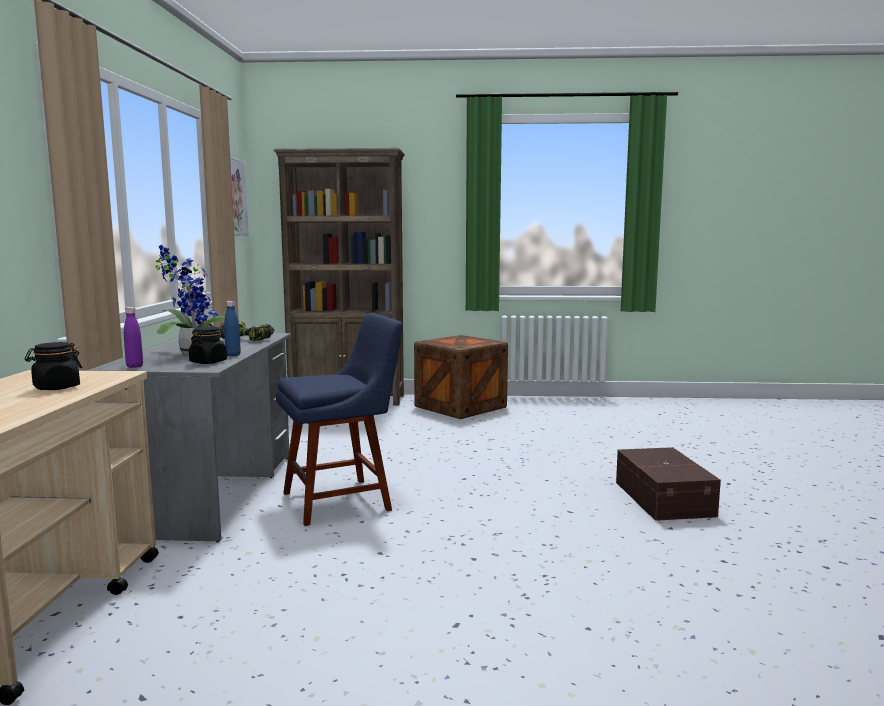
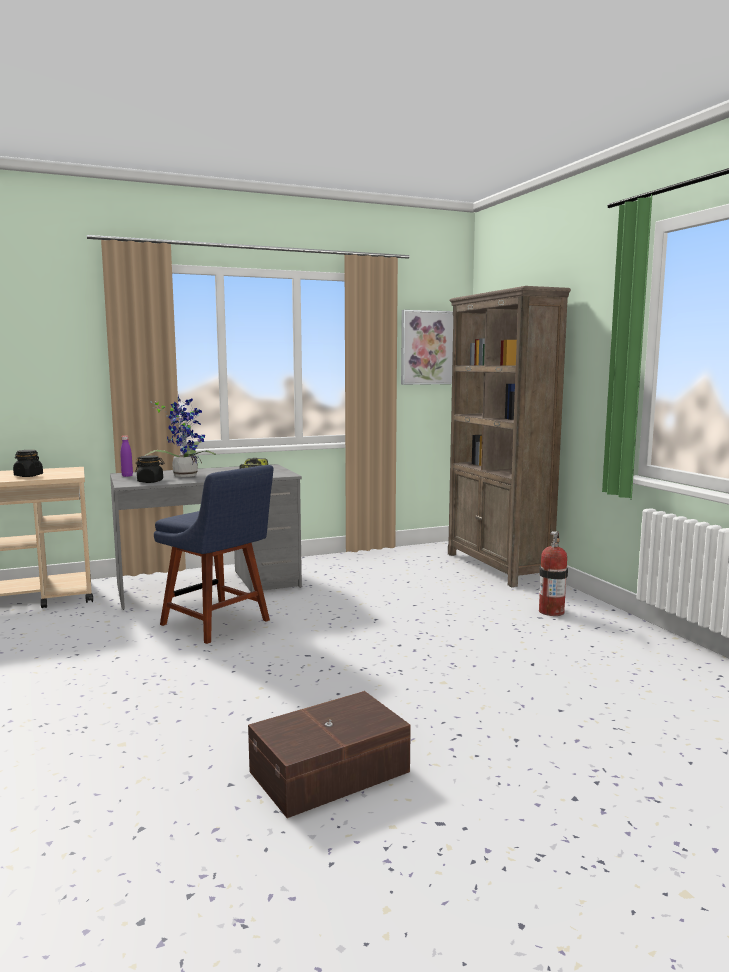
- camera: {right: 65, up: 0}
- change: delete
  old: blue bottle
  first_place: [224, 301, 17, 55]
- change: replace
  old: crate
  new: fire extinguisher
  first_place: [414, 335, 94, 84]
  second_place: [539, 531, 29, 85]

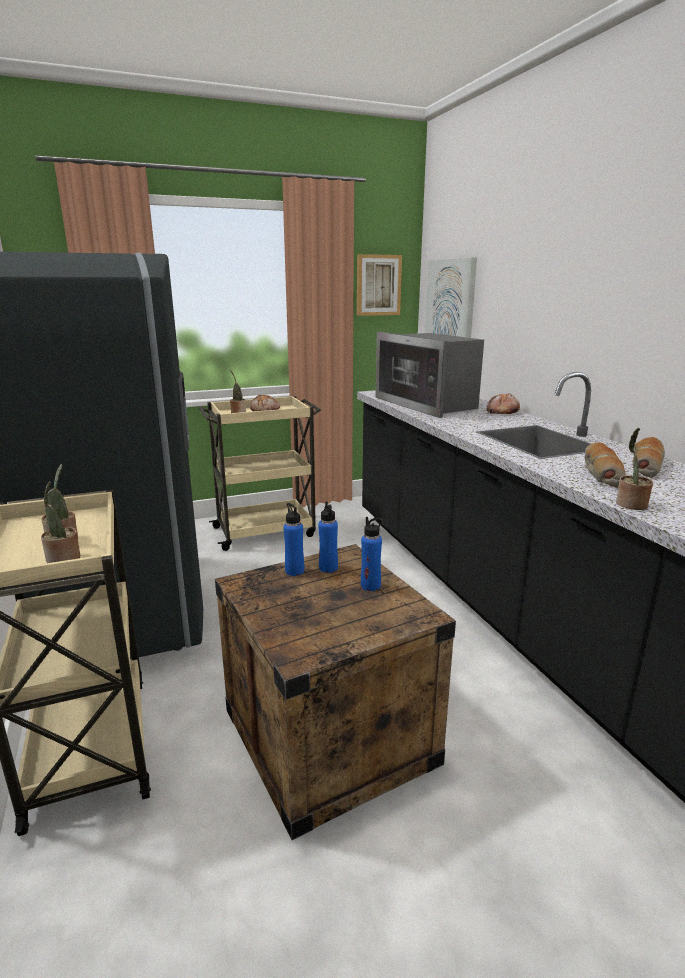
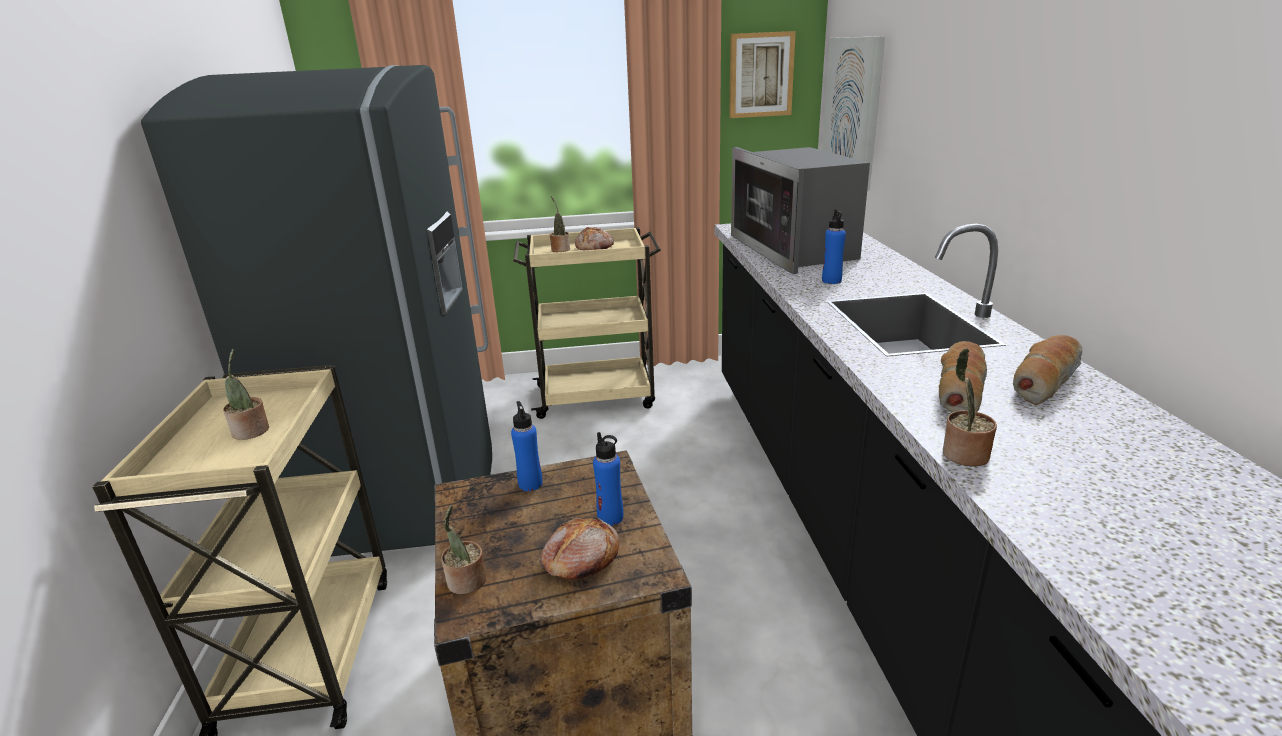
- camera: {right: 15, up: 5}
- change: move
  old: potted plant
  first_place: [41, 481, 39, 82]
  second_place: [441, 505, 45, 89]
- change: move
  old: blue bottle
  first_place: [318, 501, 20, 72]
  second_place: [822, 209, 24, 75]
- change: move
  old: bread
  first_place: [487, 393, 33, 21]
  second_place: [540, 518, 79, 61]

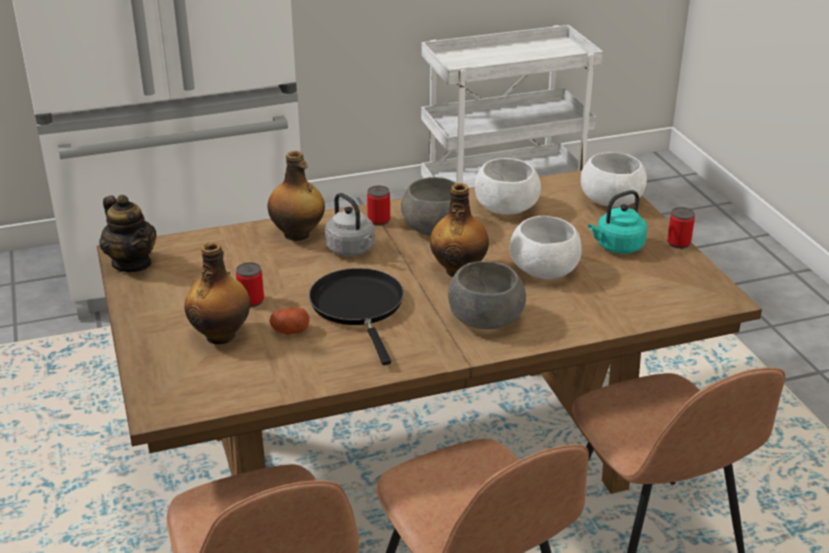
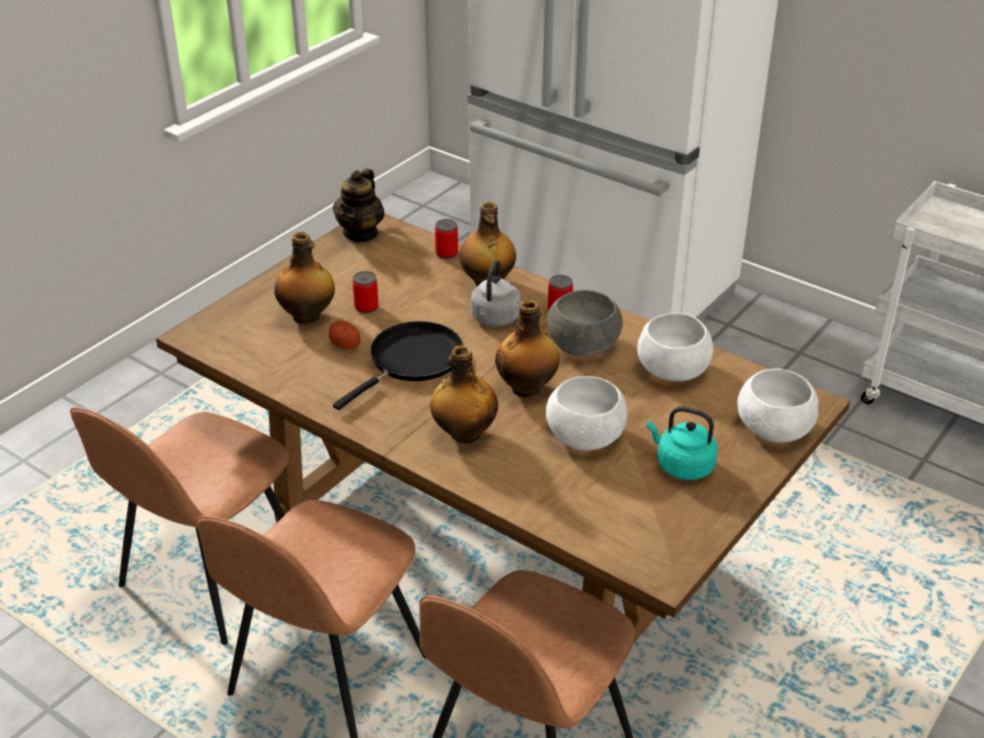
- camera: {right: 55, up: 5}
- change: move
  old: can
  first_place: [667, 207, 28, 42]
  second_place: [435, 219, 23, 40]
- change: replace
  old: grey bowl
  new: bottle
  first_place: [448, 261, 78, 68]
  second_place: [430, 345, 68, 98]

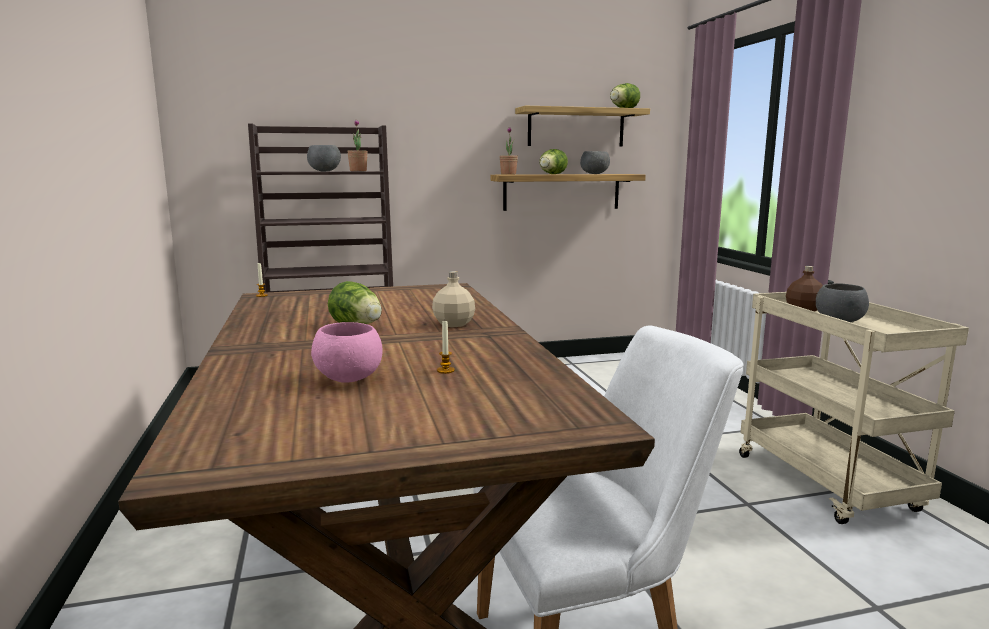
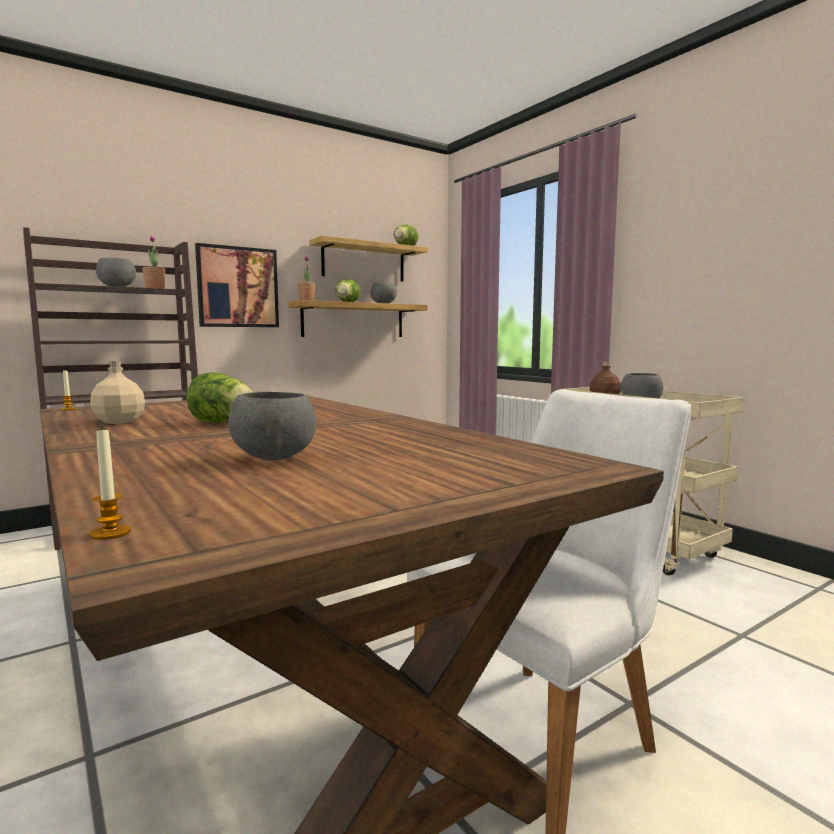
- camera: {right: -20, up: -5}
- change: insert
  new: picture
  second_place: [195, 243, 84, 84]
- change: move
  old: beige bottle
  first_place: [432, 271, 43, 56]
  second_place: [90, 361, 55, 63]
- change: move
  old: candle
  first_place: [437, 321, 18, 53]
  second_place: [90, 427, 41, 113]
- change: recolor
  old: pink bowl
  new: grey bowl
  first_place: [311, 322, 72, 61]
  second_place: [228, 392, 88, 68]

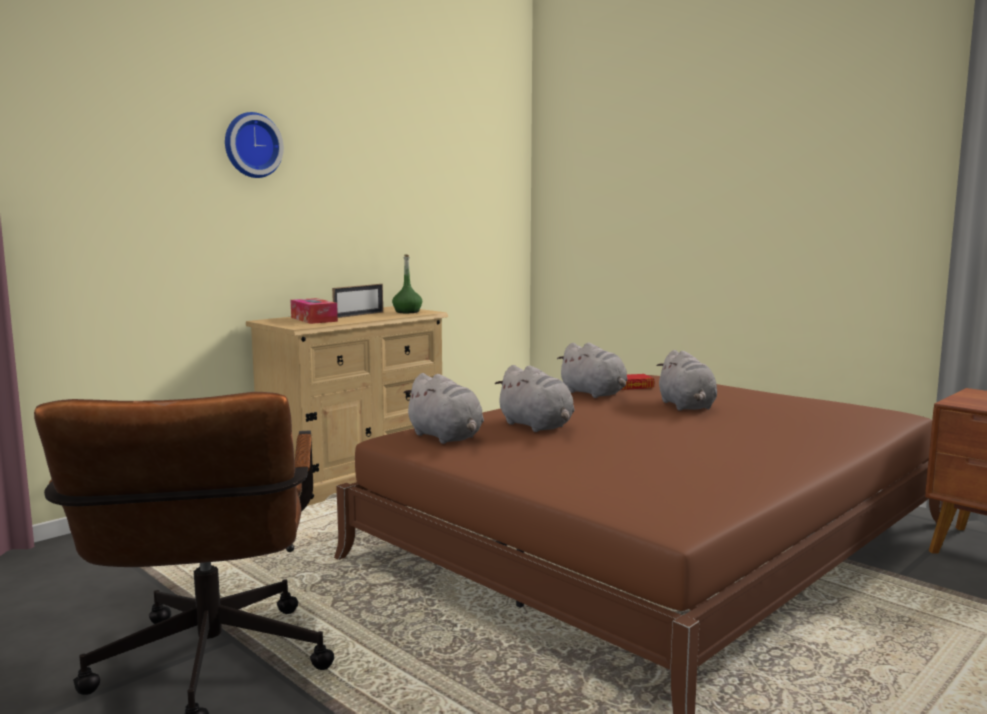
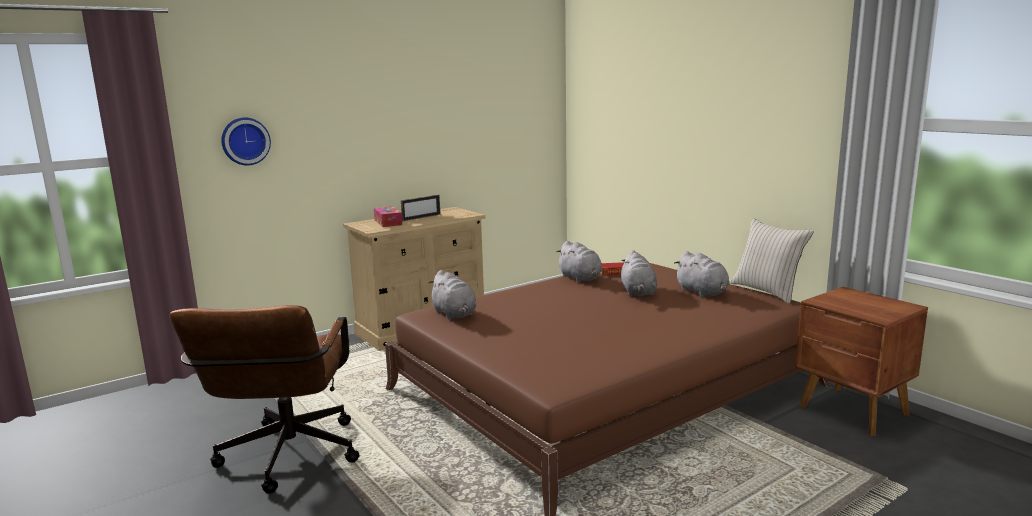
- camera: {right: 10, up: 5}
- change: delete
  old: green bottle
  first_place: [392, 254, 30, 59]
- change: insert
  new: beige pillow
  second_place: [730, 218, 84, 86]
- change: move
  old: wall clock
  first_place: [225, 112, 59, 66]
  second_place: [221, 118, 50, 47]
- change: move
  old: grey plush toy
  first_place: [495, 365, 80, 67]
  second_place: [674, 251, 55, 46]

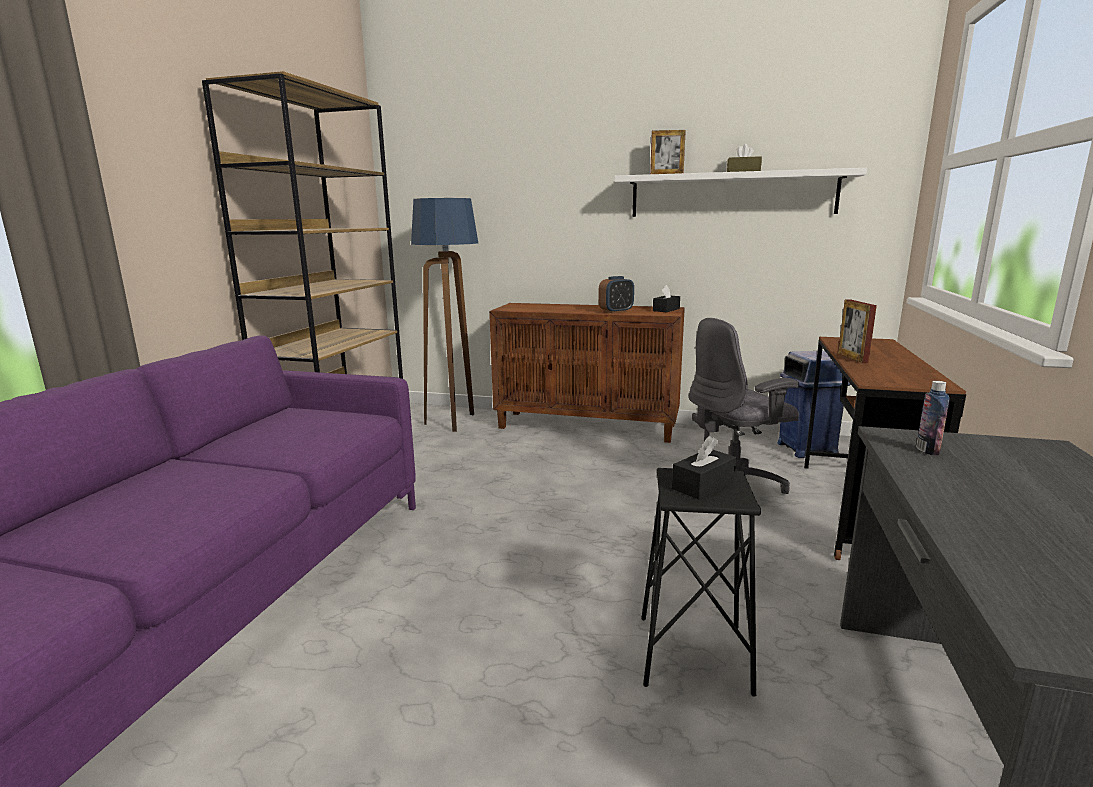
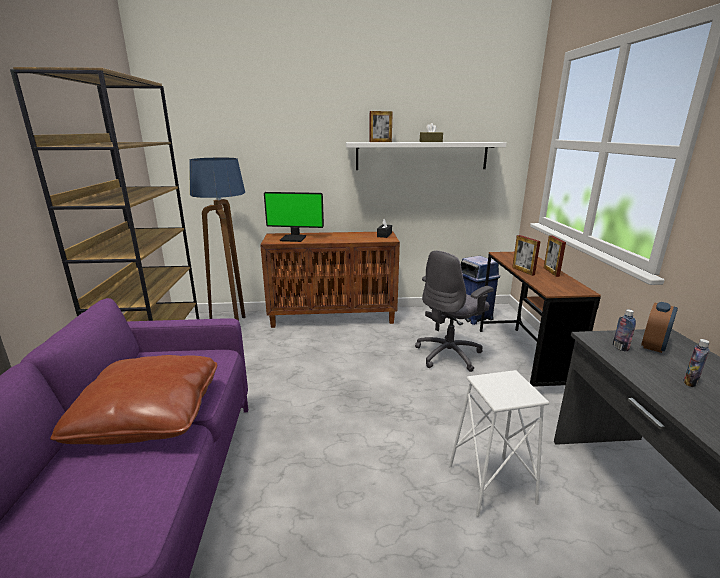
- camera: {right: -20, up: 5}
- change: delete
  old: black tissue box
  first_place: [672, 436, 64, 63]
- change: insert
  new: brown pillow
  second_place: [50, 355, 167, 90]
- change: insert
  new: monitor
  second_place: [264, 192, 60, 50]
- change: insert
  new: picture frame
  second_place: [544, 235, 22, 42]
- change: insert
  new: bottle
  second_place: [683, 339, 27, 48]
- change: move
  old: alarm clock
  first_place: [598, 276, 36, 37]
  second_place: [641, 302, 37, 51]
- change: recolor
  old: black stool
  new: white stool
  first_place: [641, 468, 120, 228]
  second_place: [449, 370, 100, 147]

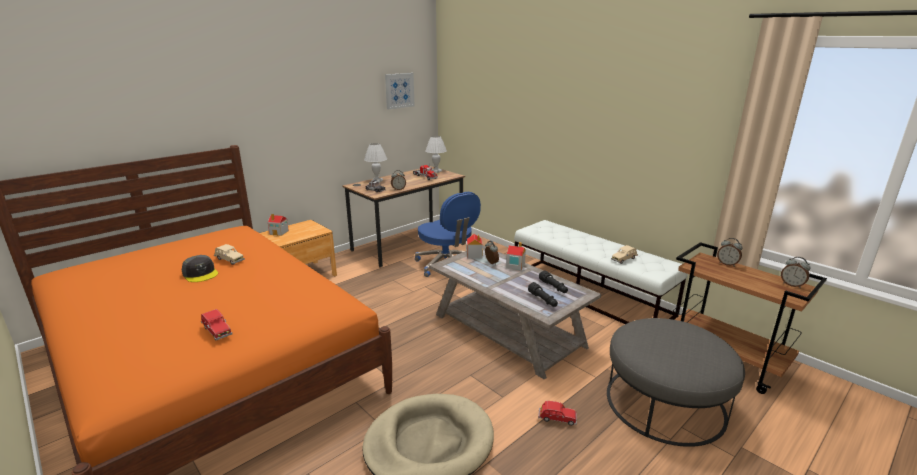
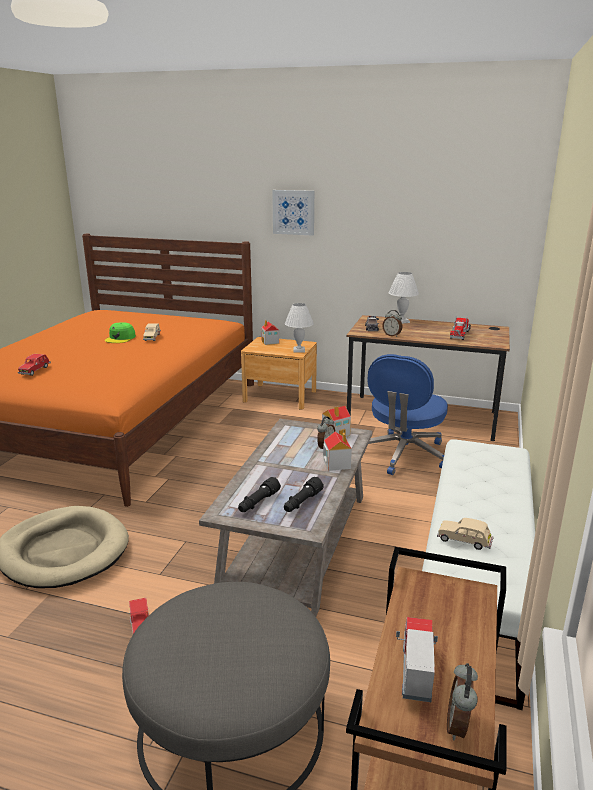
- camera: {right: 60, up: 0}
- change: delete
  old: alarm clock
  first_place: [717, 238, 26, 29]
- change: insert
  new: toy truck
  second_place: [396, 617, 42, 85]
- change: move
  old: picture
  first_place: [385, 73, 30, 36]
  second_place: [272, 190, 42, 46]
- change: move
  old: white table lamp
  first_place: [425, 136, 22, 37]
  second_place: [285, 303, 29, 50]
- change: recolor
  old: grey cap
  new: green cap
  first_place: [182, 255, 36, 27]
  second_place: [105, 322, 31, 21]

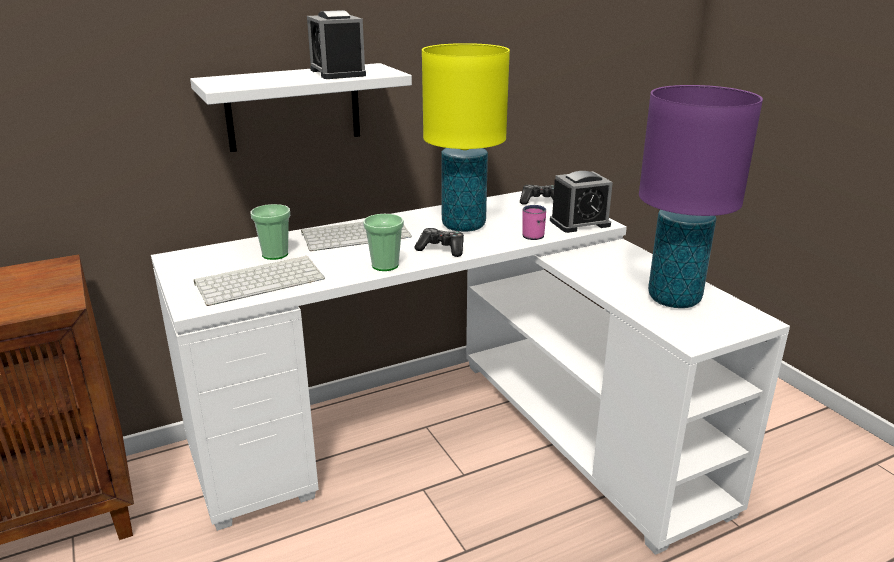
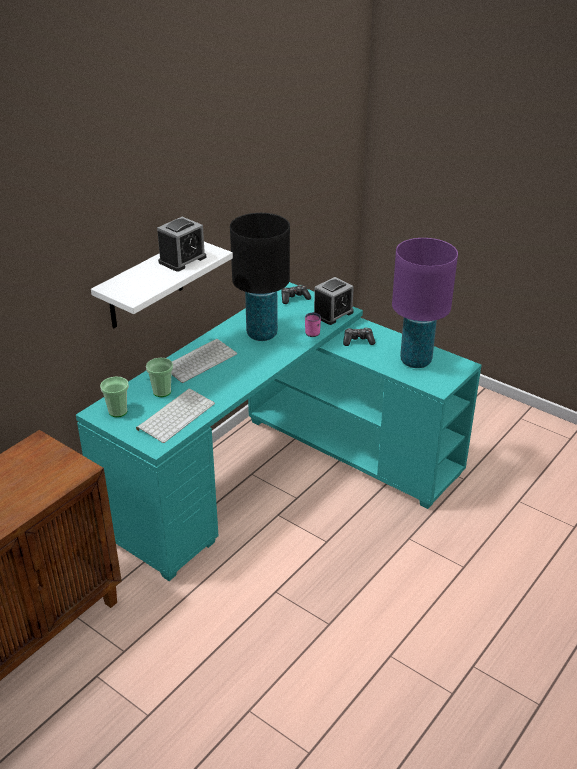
- camera: {right: -25, up: 10}
- change: move
  old: cup
  first_place: [363, 214, 41, 57]
  second_place: [100, 376, 29, 41]
- change: move
  old: game controller
  first_place: [414, 228, 50, 29]
  second_place: [343, 328, 32, 18]
- change: recolor
  old: white desk
  new: turquoise desk
  first_place: [151, 191, 639, 364]
  second_place: [76, 282, 405, 299]
- change: recolor
  old: yellow table lamp
  new: black table lamp
  first_place: [422, 43, 88, 189]
  second_place: [230, 213, 60, 128]
- change: rotate
  old: alarm clock
  first_place: [307, 10, 59, 69]
  second_place: [157, 217, 49, 55]
  degrees: -90

